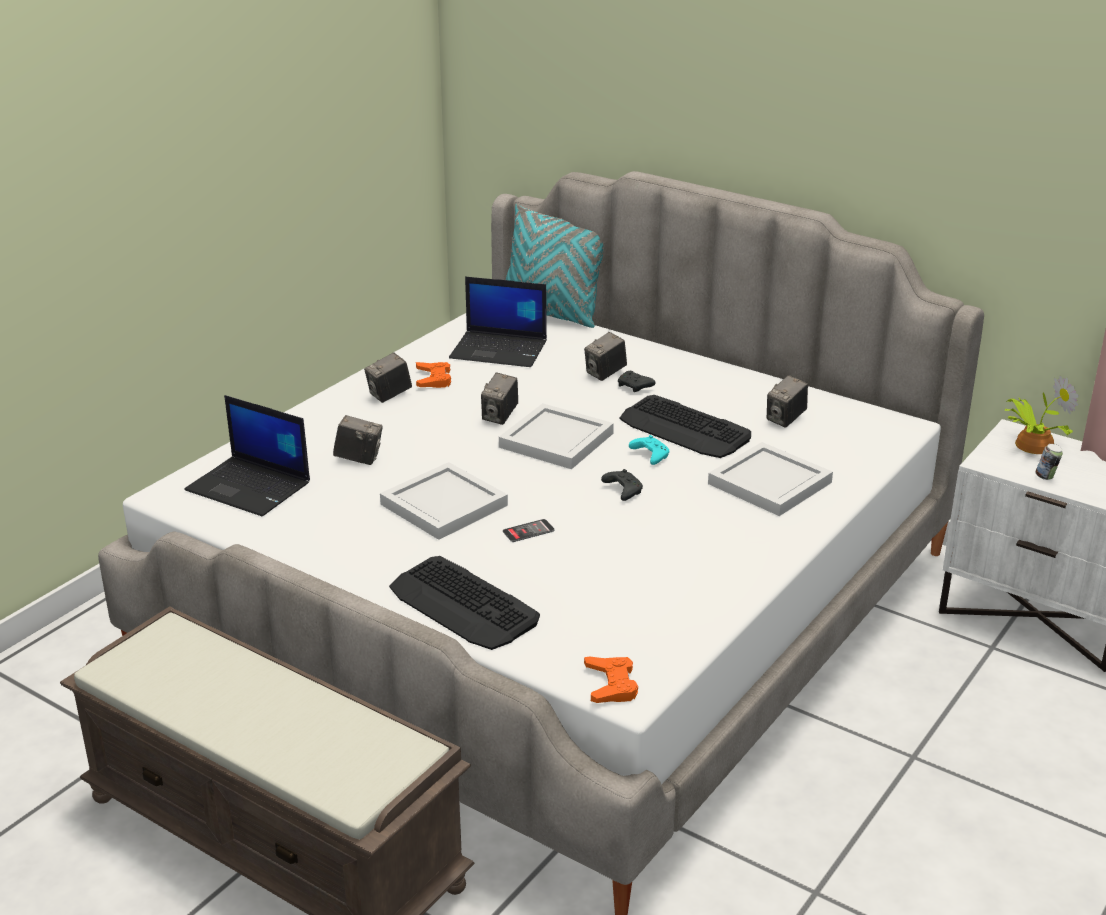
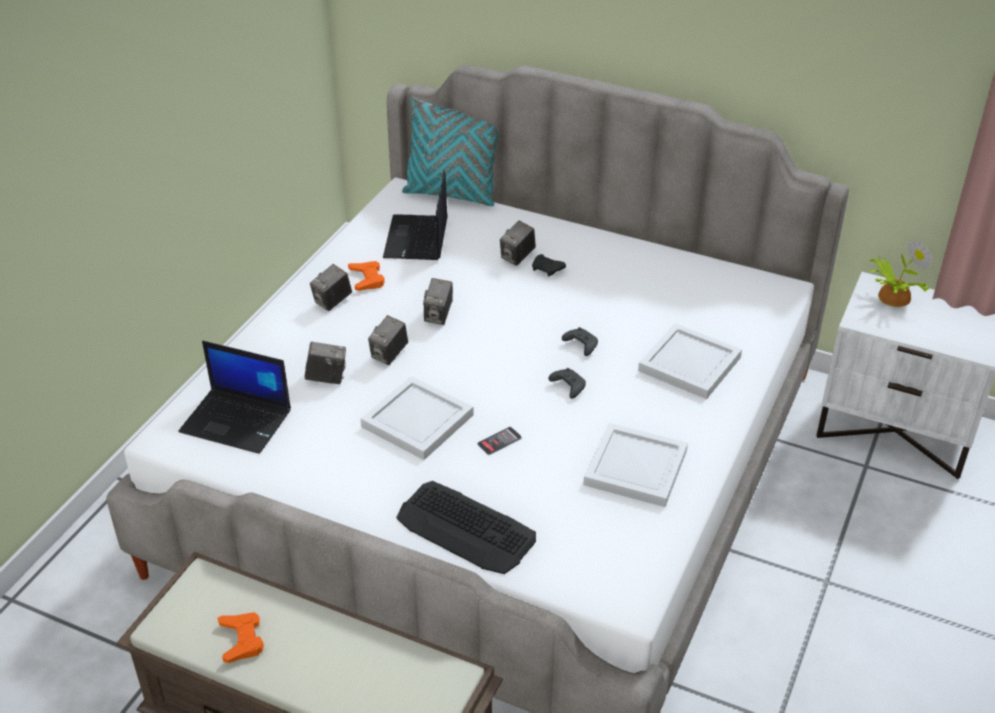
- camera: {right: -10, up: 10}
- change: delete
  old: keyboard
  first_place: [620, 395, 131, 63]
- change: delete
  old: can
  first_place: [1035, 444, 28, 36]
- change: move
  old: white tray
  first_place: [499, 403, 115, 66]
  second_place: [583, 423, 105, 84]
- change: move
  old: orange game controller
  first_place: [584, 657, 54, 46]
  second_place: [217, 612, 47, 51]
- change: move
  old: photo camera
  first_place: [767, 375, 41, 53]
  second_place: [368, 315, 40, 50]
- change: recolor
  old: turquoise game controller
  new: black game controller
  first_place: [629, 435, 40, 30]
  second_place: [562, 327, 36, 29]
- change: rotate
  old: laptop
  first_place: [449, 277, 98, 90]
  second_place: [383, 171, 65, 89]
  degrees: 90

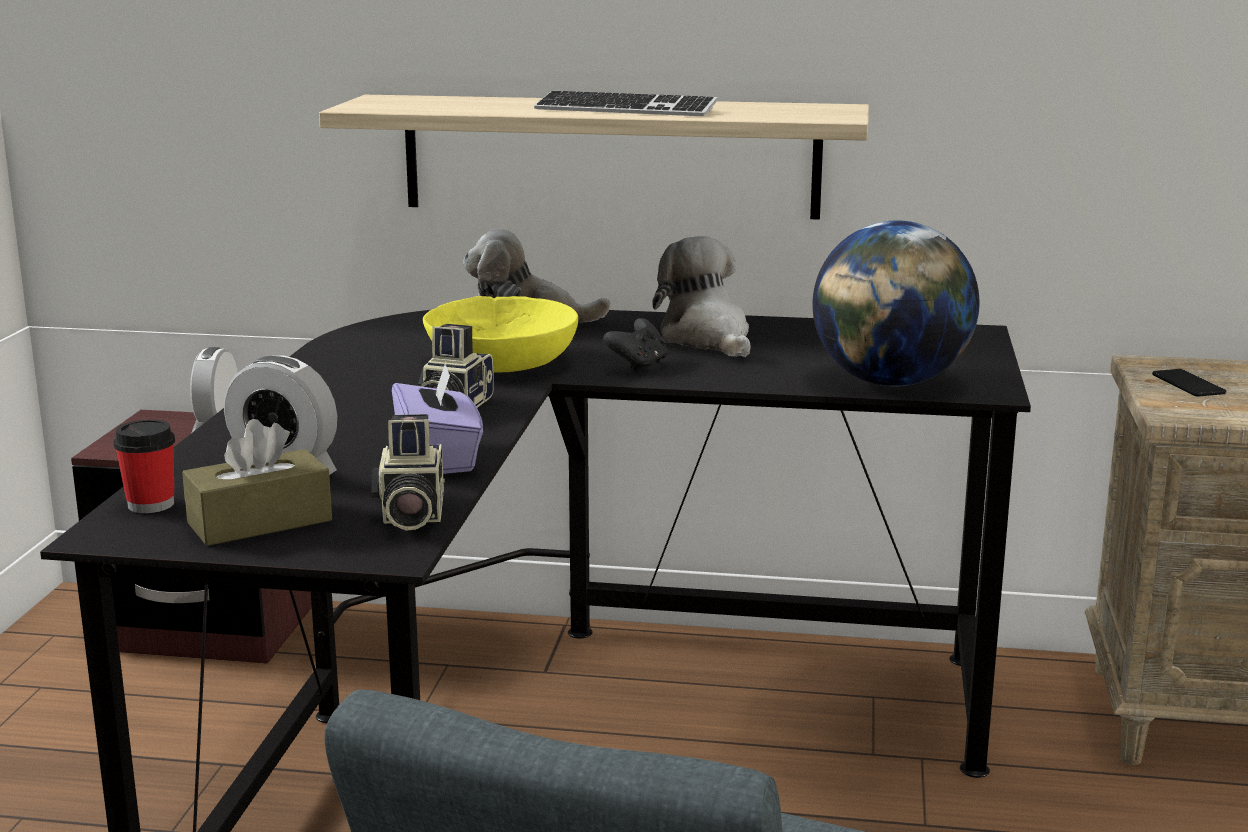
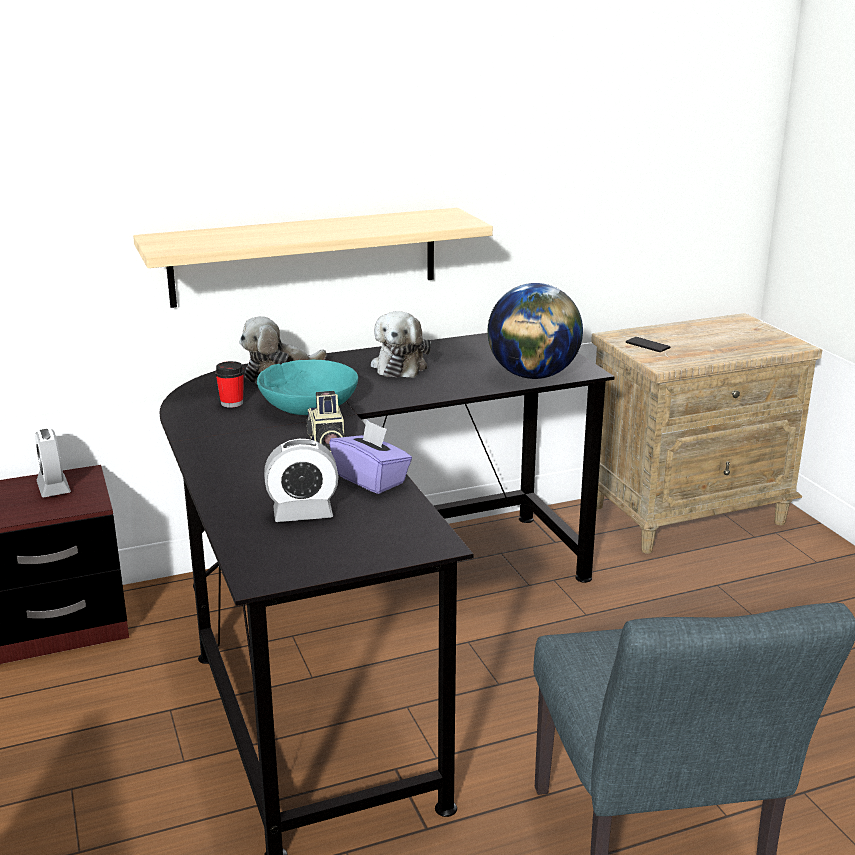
- camera: {right: -30, up: 5}
- change: delete
  old: brown tissue box
  first_place: [182, 419, 150, 127]
- change: delete
  old: photo camera
  first_place: [371, 414, 74, 117]
- change: delete
  old: keyboard
  first_place: [534, 91, 183, 25]
- change: delete
  old: black game controller
  first_place: [603, 318, 65, 55]
- change: move
  old: cup
  first_place: [113, 419, 62, 94]
  second_place: [215, 361, 29, 47]
- change: recolor
  old: yellow bowl
  new: turquoise bowl
  first_place: [423, 296, 155, 77]
  second_place: [257, 360, 101, 55]
- change: rotate
  old: plush toy
  first_place: [652, 236, 99, 121]
  second_place: [371, 311, 60, 67]
  degrees: -120

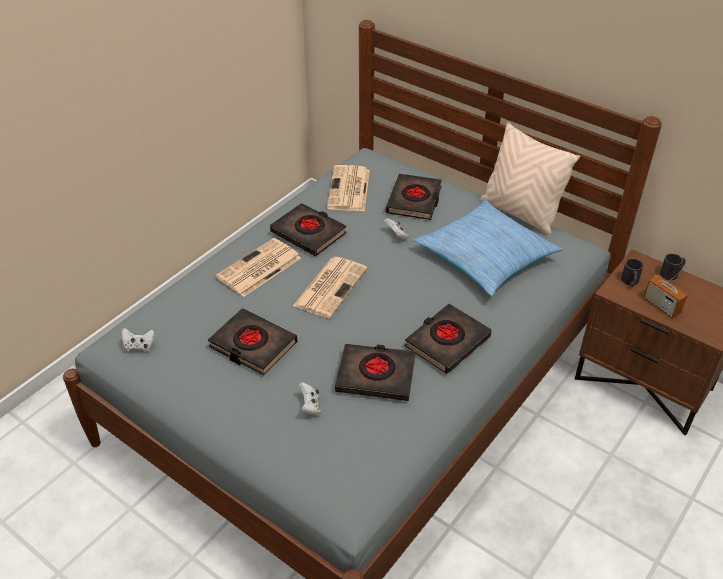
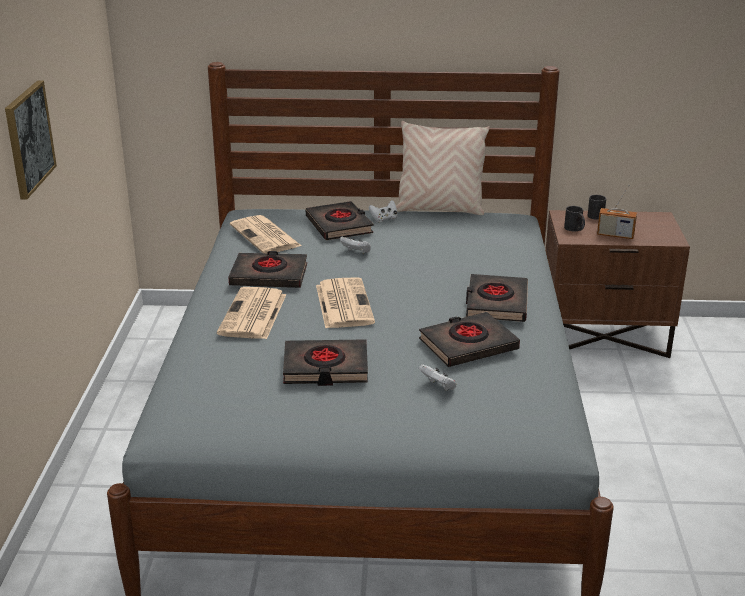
- camera: {right: -35, up: -15}
- change: delete
  old: pillow
  first_place: [413, 200, 150, 96]
- change: insert
  new: picture
  second_place: [5, 81, 52, 119]
- change: move
  old: white game controller
  first_place: [122, 328, 33, 23]
  second_place: [369, 200, 28, 22]

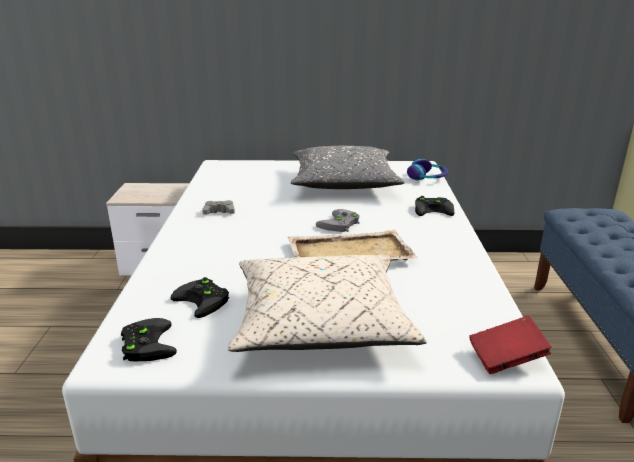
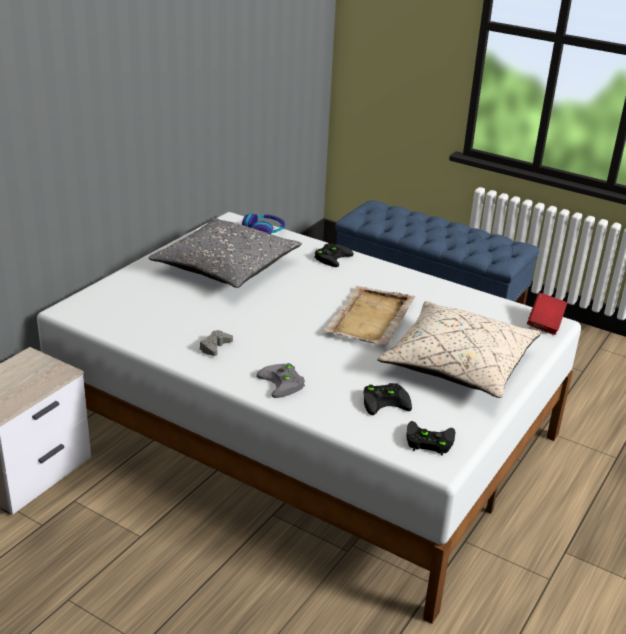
- camera: {right: -60, up: 5}
- change: move
  old: grey game controller
  first_place: [316, 209, 44, 23]
  second_place: [256, 363, 49, 35]

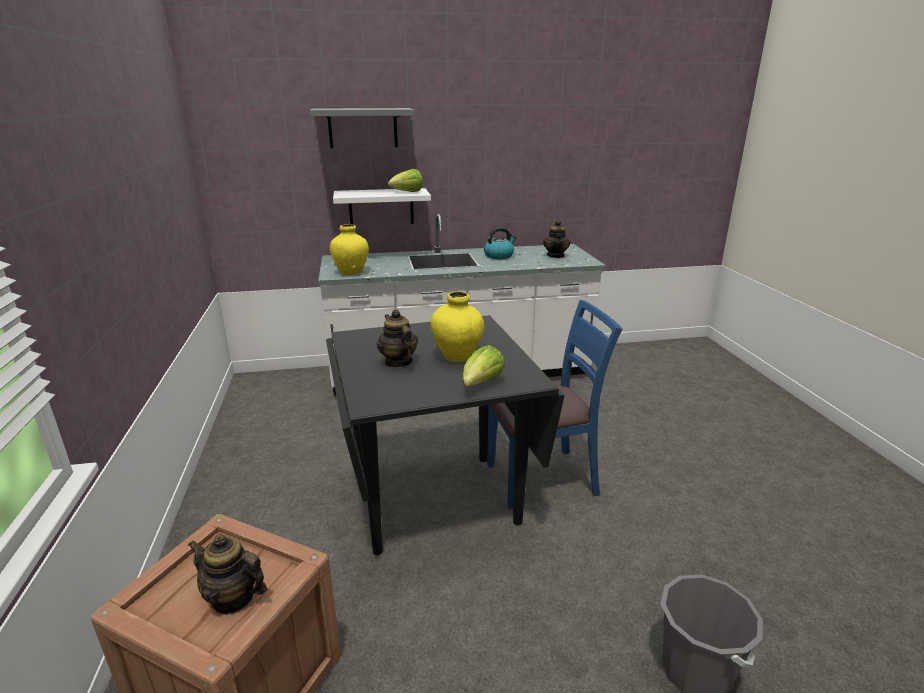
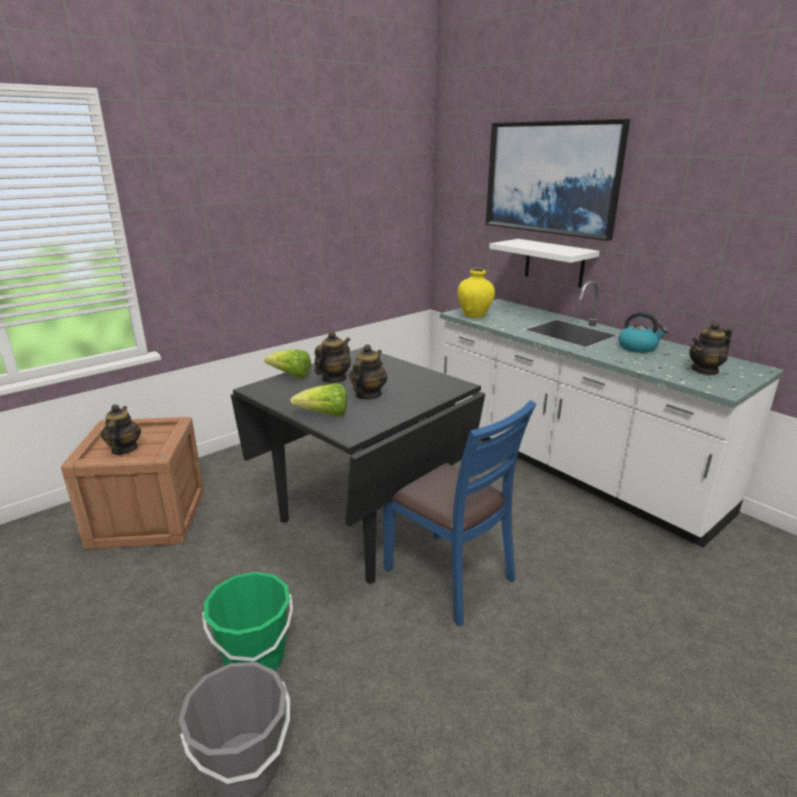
- camera: {right: 60, up: 0}
- change: insert
  new: green bucket
  second_place: [202, 572, 91, 98]
- change: move
  old: lettuce
  first_place: [388, 169, 35, 23]
  second_place: [264, 349, 47, 30]
- change: replace
  old: grey shelf
  new: picture
  first_place: [309, 108, 106, 40]
  second_place: [486, 119, 144, 122]
- change: replace
  old: yellow vase
  new: teapot
  first_place: [430, 291, 54, 71]
  second_place: [349, 344, 38, 55]

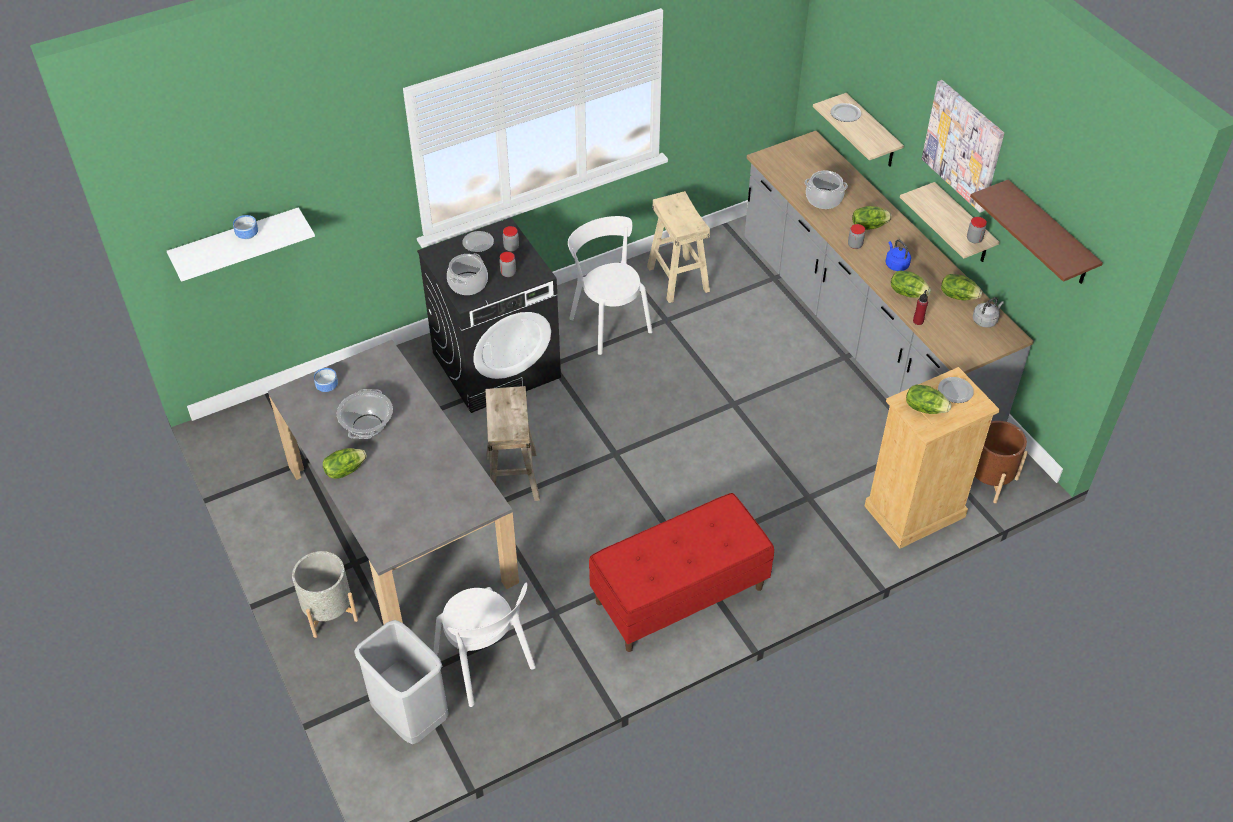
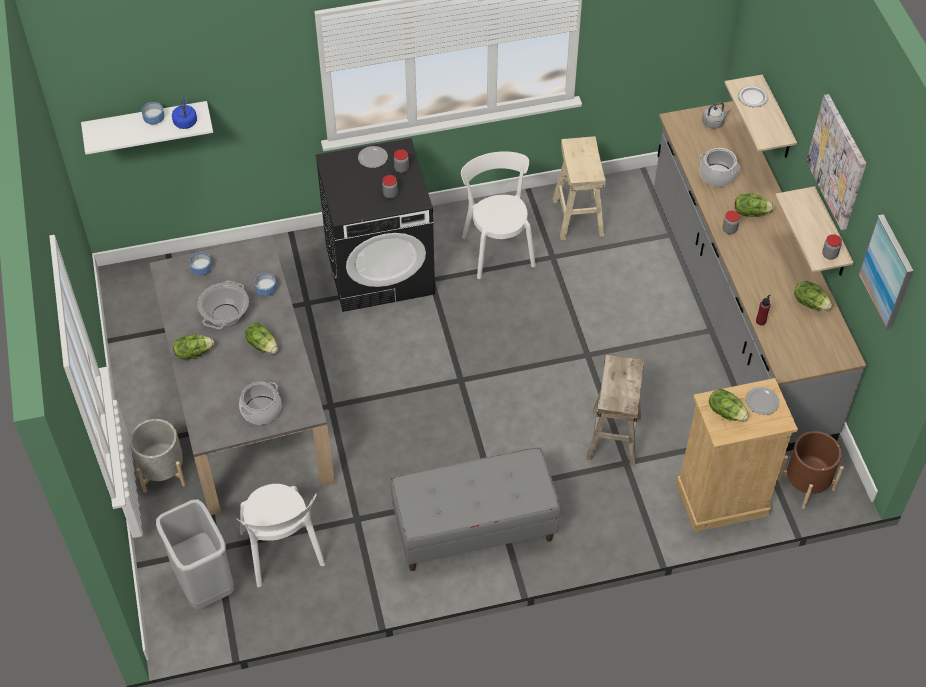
- camera: {right: 15, up: 5}
- change: insert
  new: bowl
  second_place: [255, 273, 22, 23]
- change: move
  old: cooking pot
  first_place: [447, 253, 41, 42]
  second_place: [239, 381, 42, 44]
- change: move
  old: beige stool
  first_place: [485, 386, 55, 115]
  second_place: [586, 355, 58, 111]
- change: move
  old: blue kettle
  first_place: [886, 240, 25, 31]
  second_place: [172, 97, 25, 32]
- change: move
  old: lettuce
  first_place: [891, 270, 40, 28]
  second_place: [245, 323, 33, 31]
- change: move
  old: grey kettle
  first_place: [973, 297, 31, 31]
  second_place: [702, 102, 30, 26]
- change: replace
  old: brown shelf
  new: picture
  first_place: [970, 180, 133, 104]
  second_place: [858, 214, 56, 115]
- change: recolor
  old: red bench
  new: grey bench
  first_place: [589, 493, 185, 159]
  second_place: [390, 447, 170, 124]

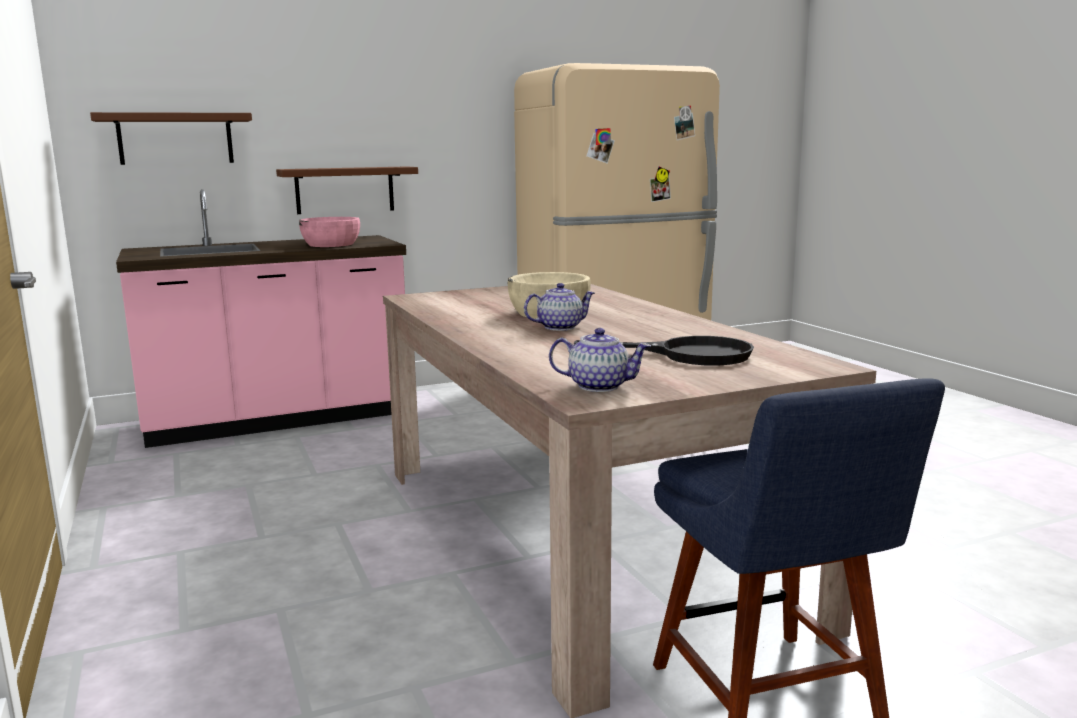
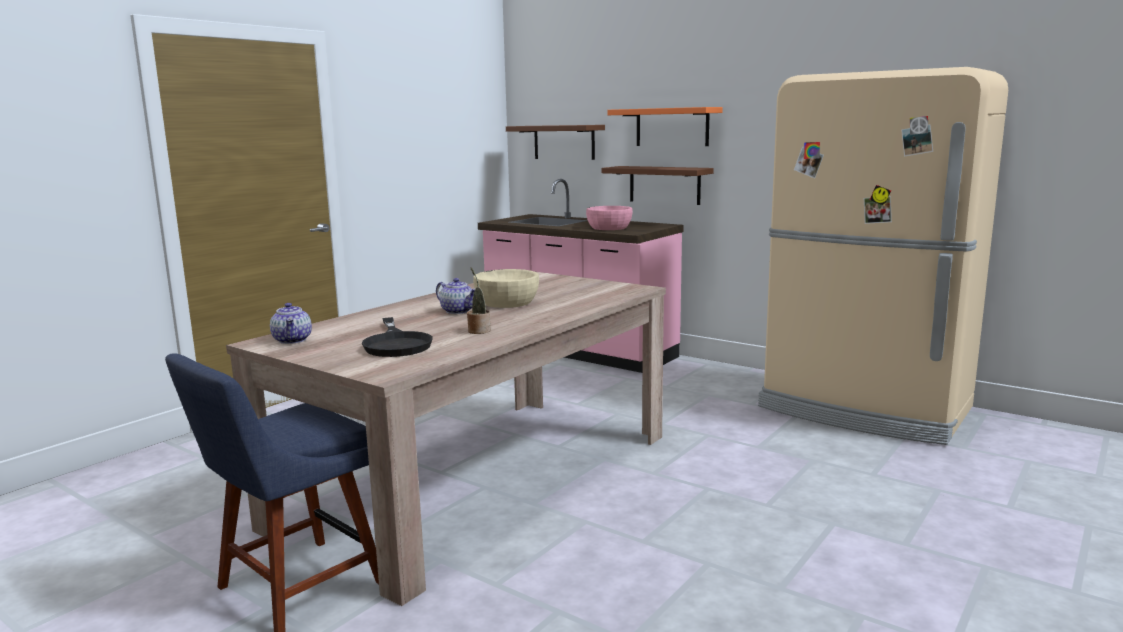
- camera: {right: 60, up: 0}
- change: insert
  new: potted plant
  second_place: [467, 268, 24, 66]
- change: insert
  new: orange shelf
  second_place: [607, 107, 116, 39]

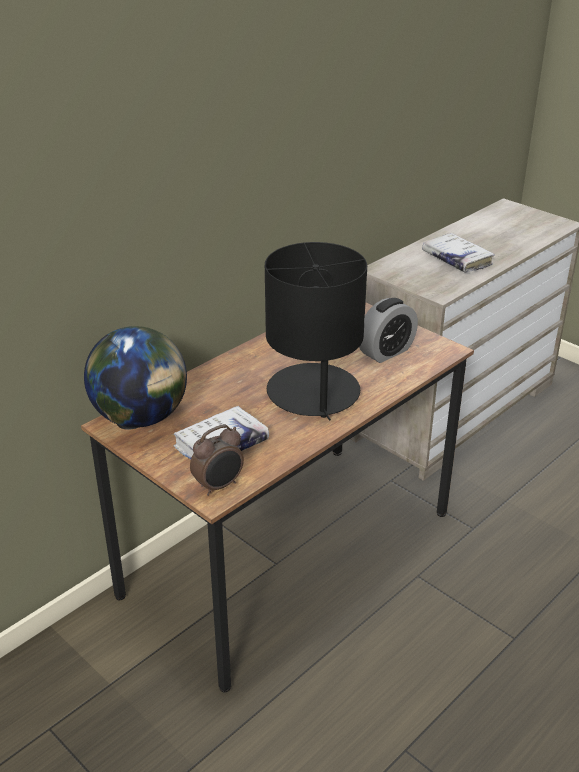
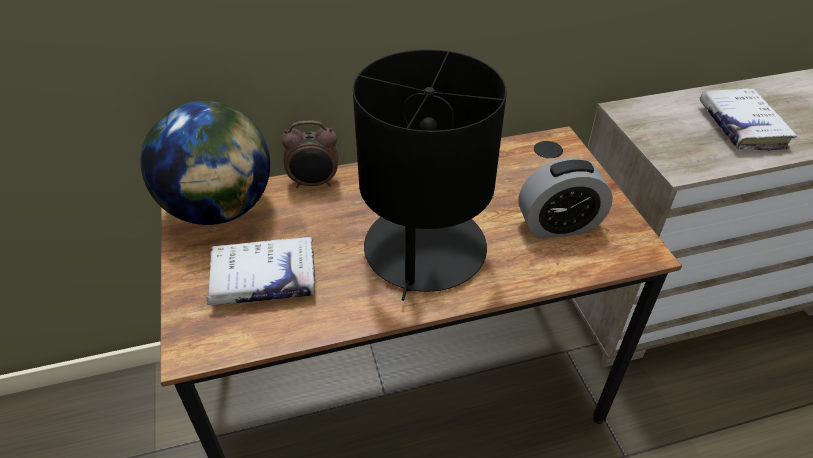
- camera: {right: 30, up: 10}
- change: move
  old: alarm clock
  first_place: [190, 424, 54, 72]
  second_place: [282, 121, 56, 67]

